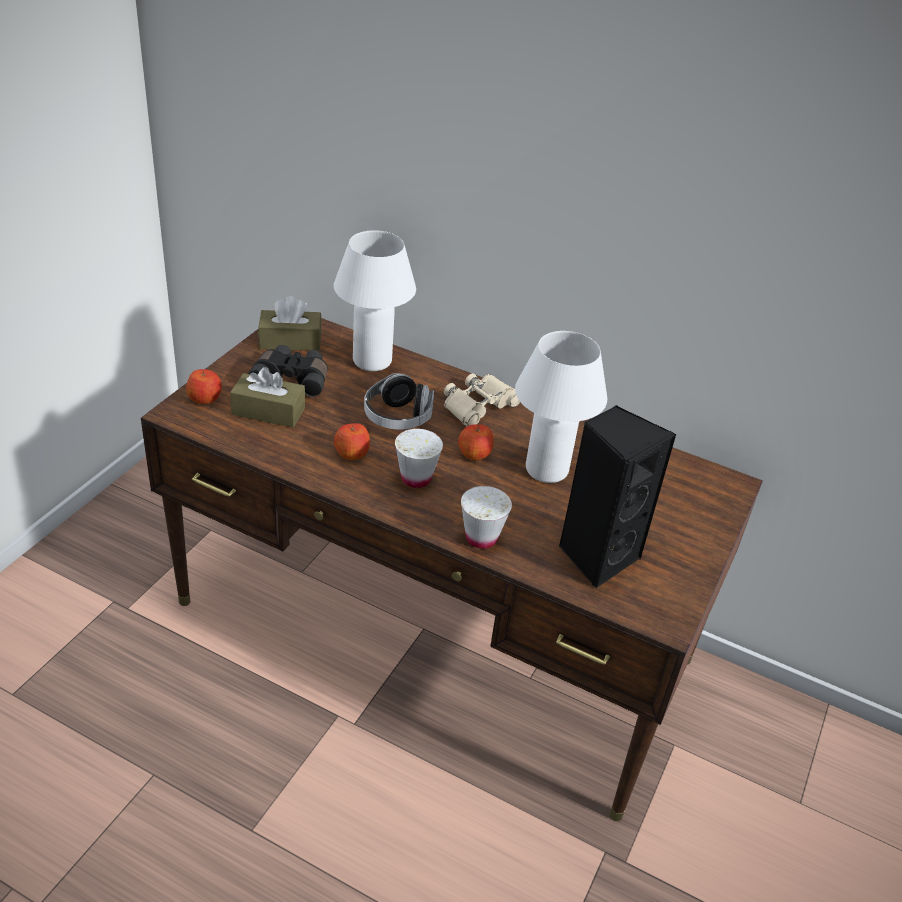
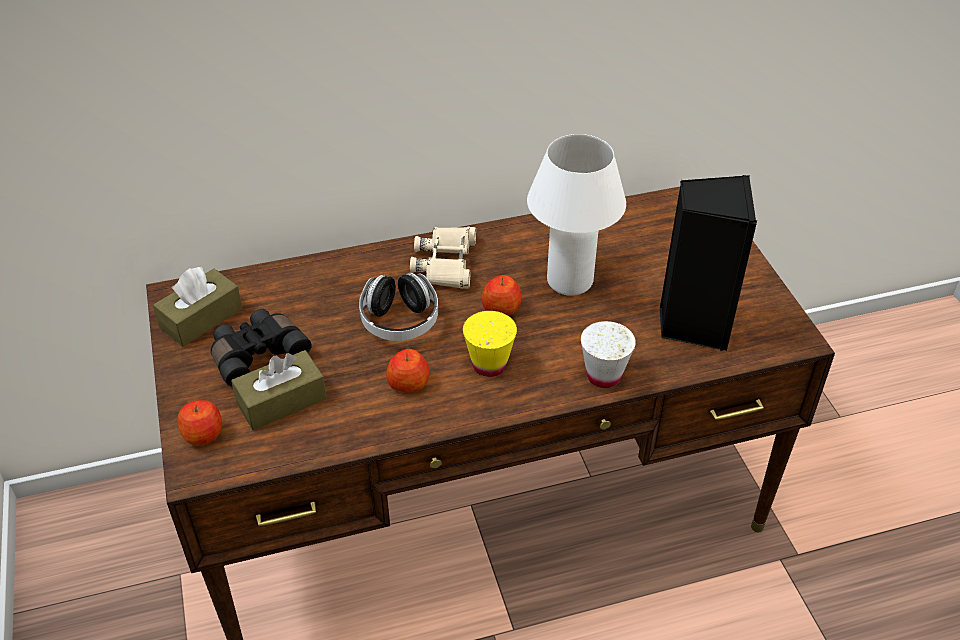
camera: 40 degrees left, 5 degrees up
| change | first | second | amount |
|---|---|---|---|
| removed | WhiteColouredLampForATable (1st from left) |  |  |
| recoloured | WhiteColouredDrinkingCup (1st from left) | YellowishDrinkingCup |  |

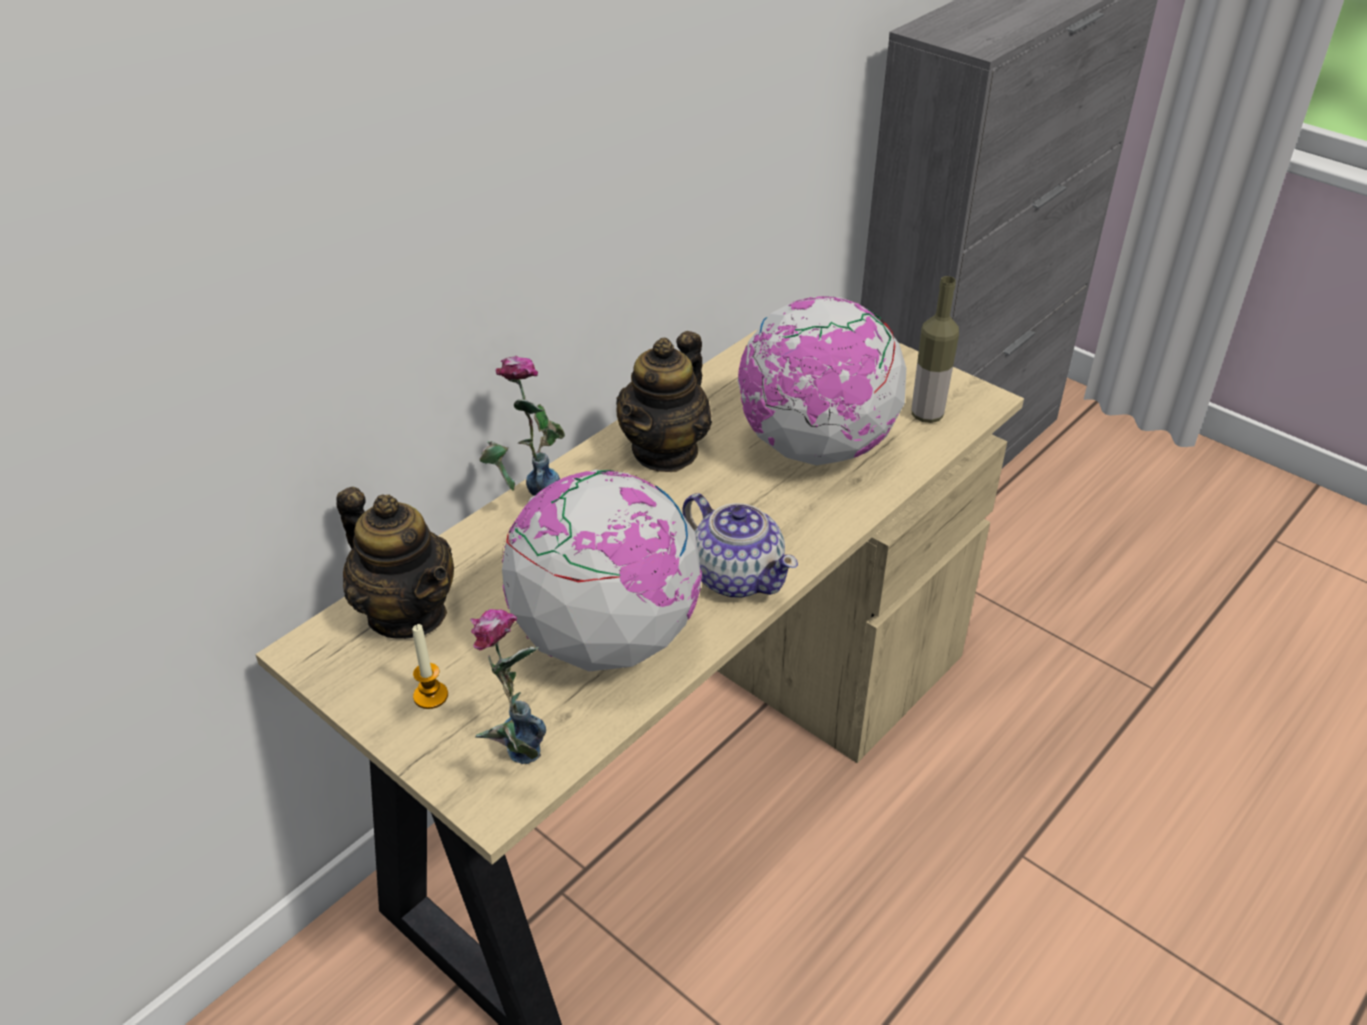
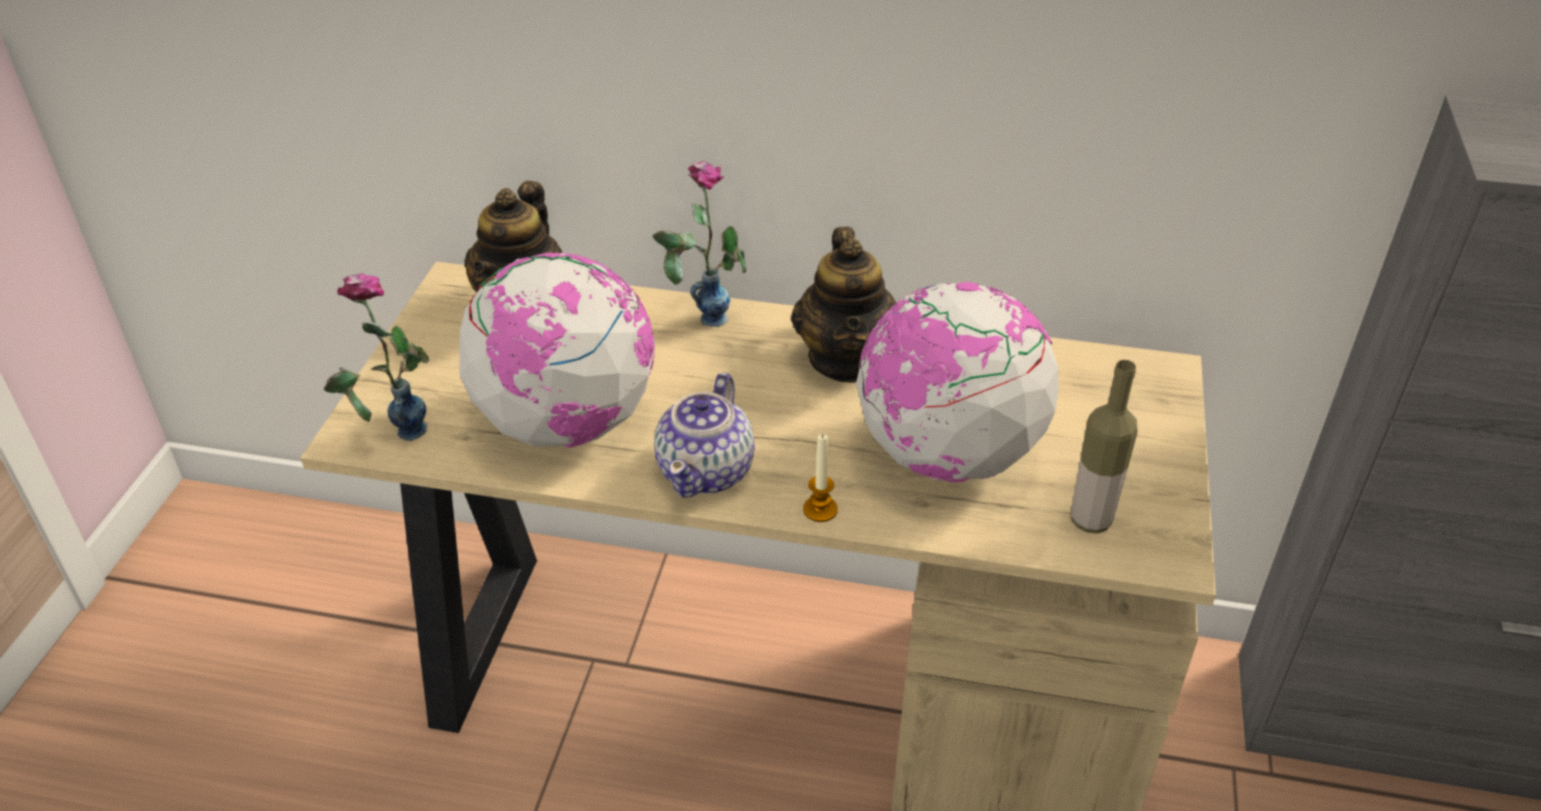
camera: 60 degrees right, 0 degrees up
| change | first | second | amount |
|---|---|---|---|
| moved | WaxCandle |  |  |
| turned | TeaPot (2nd from left in the first image) | TeaPot (3rd from left) | 90 degrees counterclockwise |

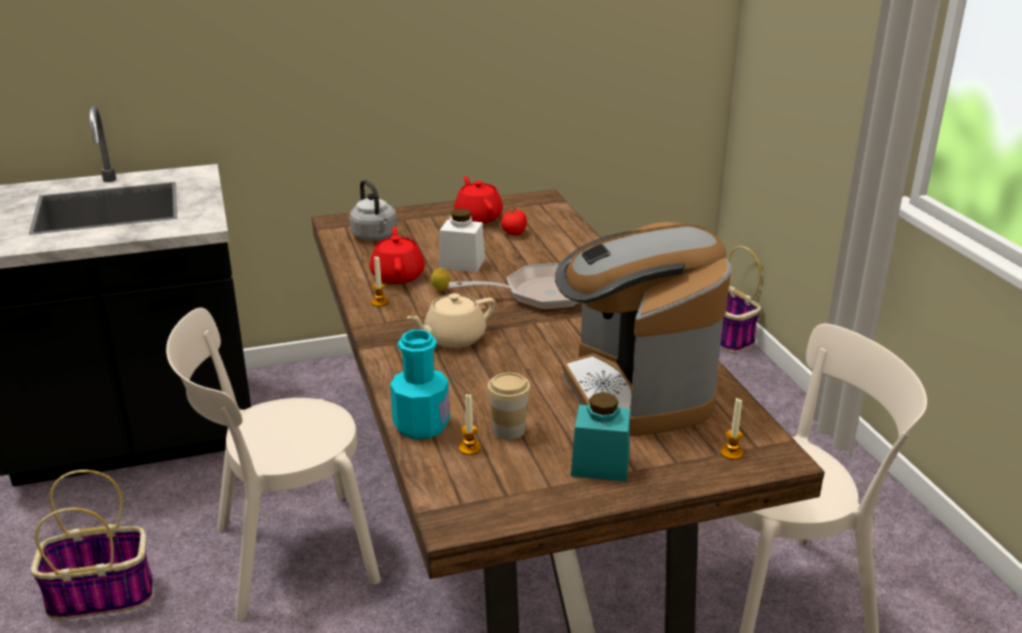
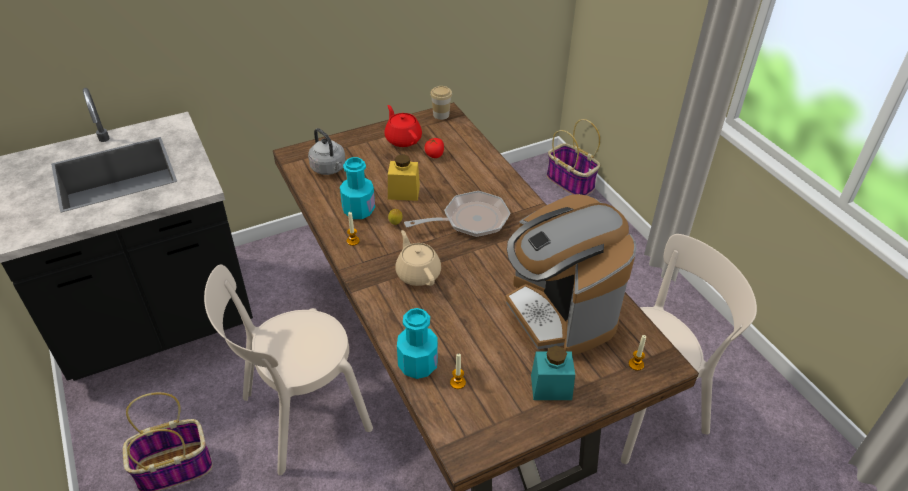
camera: 10 degrees left, 15 degrees up
| change | first | second | amount |
|---|---|---|---|
| replaced | RedTeaPot (1st from left) | TurquoiseDrinkBottle (1st from left) |  |
| turned | BeigeTeaPot |  | 105 degrees clockwise |
| recoloured | WhiteColouredStorageJar | YellowishStorageJar |  |
| moved | DrinkingCup |  |  |

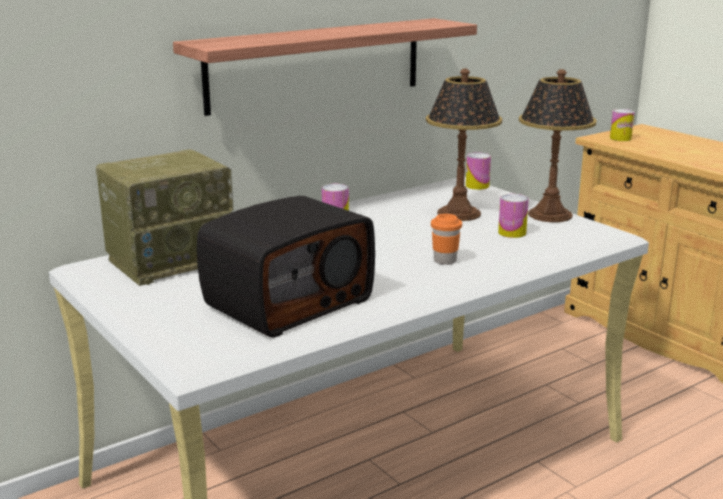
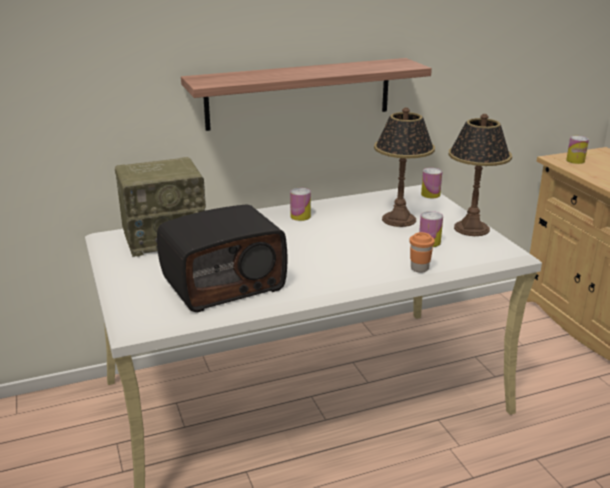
camera: 15 degrees right, 5 degrees up
| change | first | second | amount |
|---|---|---|---|
| moved | OrangeyDrinkingCup |  |  |

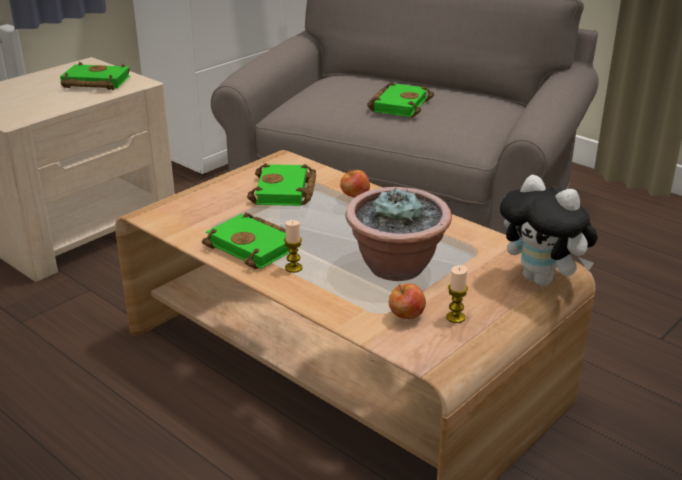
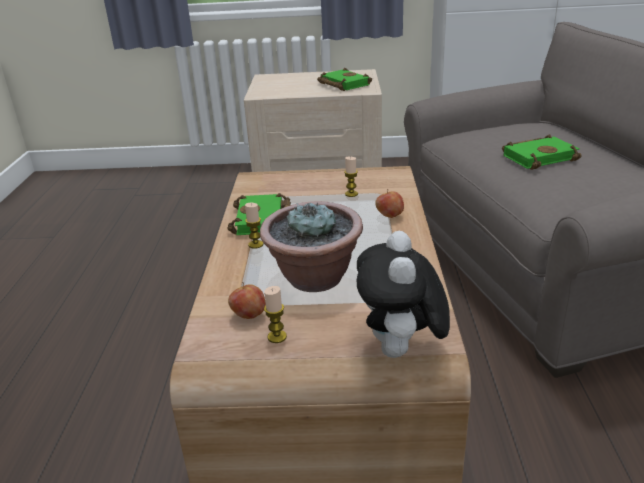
camera: 50 degrees right, 0 degrees up
| change | first | second | amount |
|---|---|---|---|
| replaced | GreenBoundBook (3rd from left) | WaxCandle (3rd from left) |  |

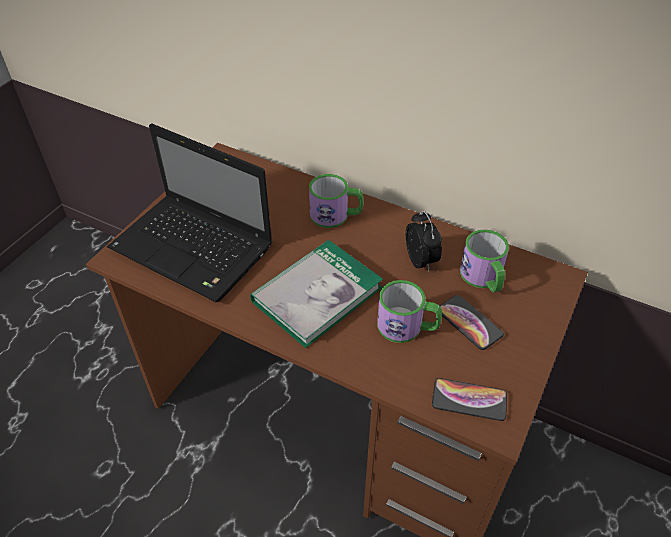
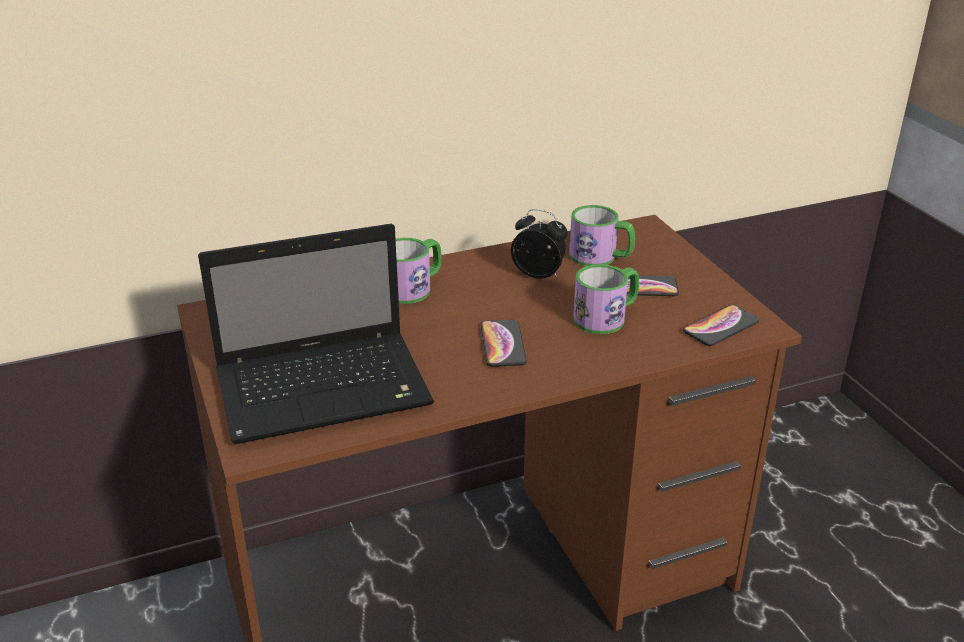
camera: 50 degrees left, 15 degrees down
| change | first | second | amount |
|---|---|---|---|
| replaced | BoundBook | Telephone (1st from left) |  |

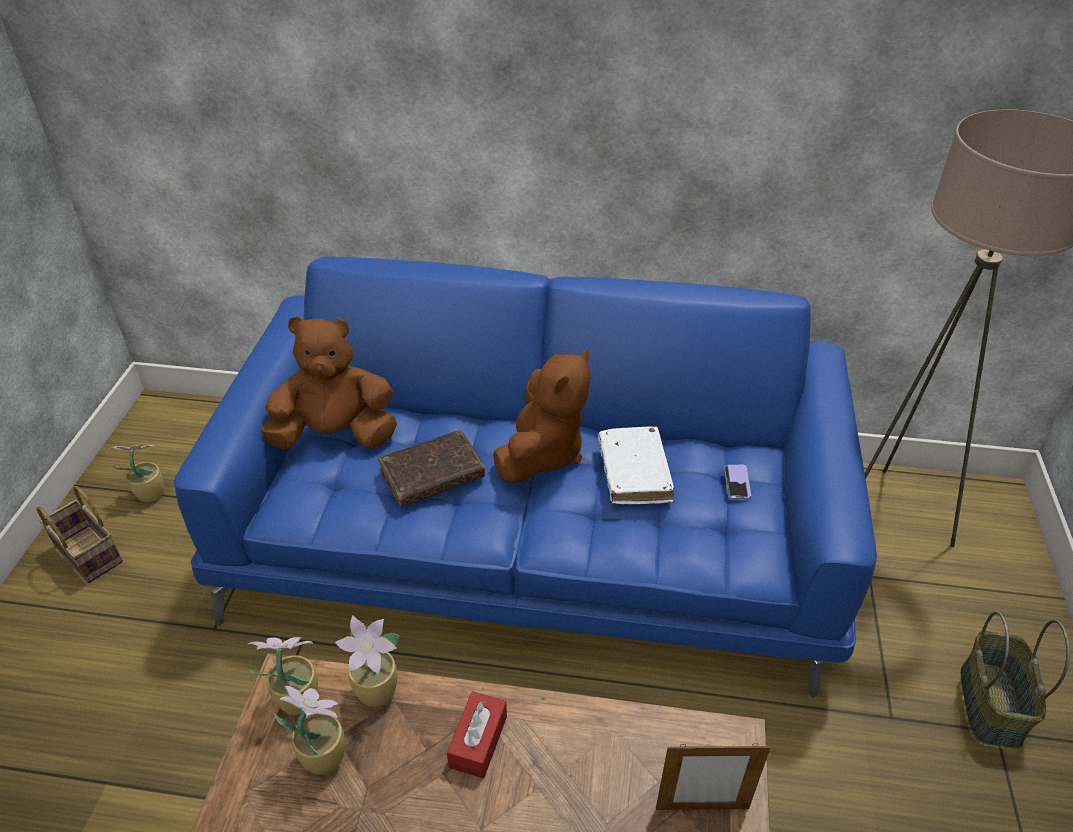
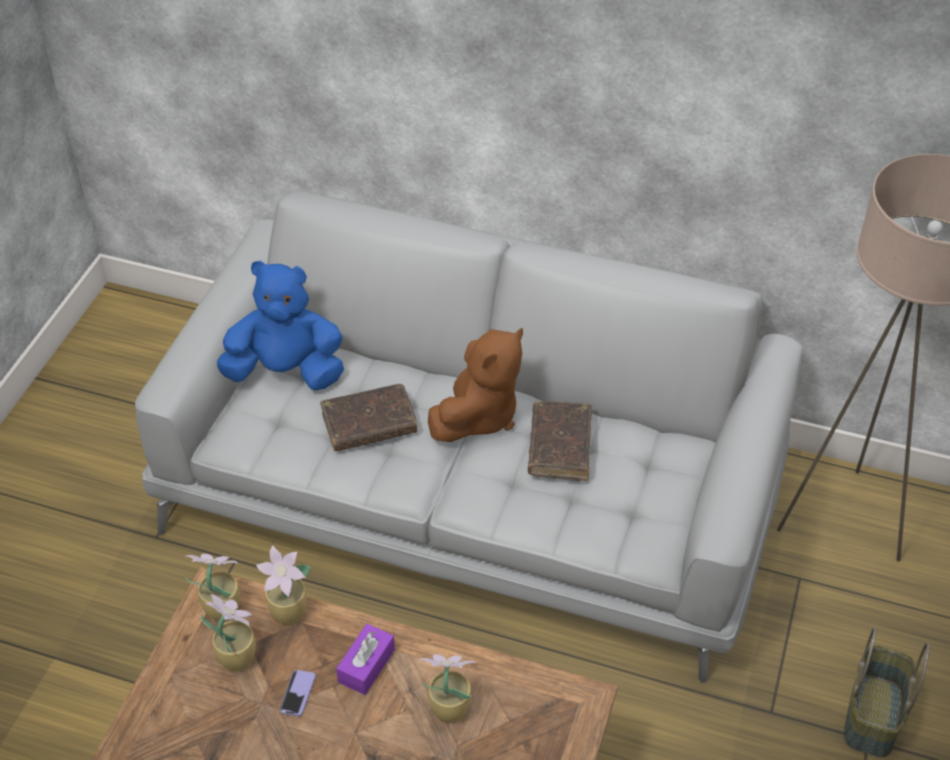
camera: 10 degrees right, 5 degrees up
| change | first | second | amount |
|---|---|---|---|
| removed | Basket (1st from left) |  |  |
| moved | PlantInAPot (1st from left in the first image) | PlantInAPot (4th from left) |  |
| recoloured | BlueSofa | GraySofa |  |
| recoloured | BrownSoftToy (1st from left) | BlueSoftToy |  |
| recoloured | RedTissueBox | PurplishTissueBox |  |
| recoloured | WhiteColouredBoundBook | BrownBoundBook (2nd from left) |  |
| removed | PhotoFrame |  |  |
| moved | Telephone |  |  |

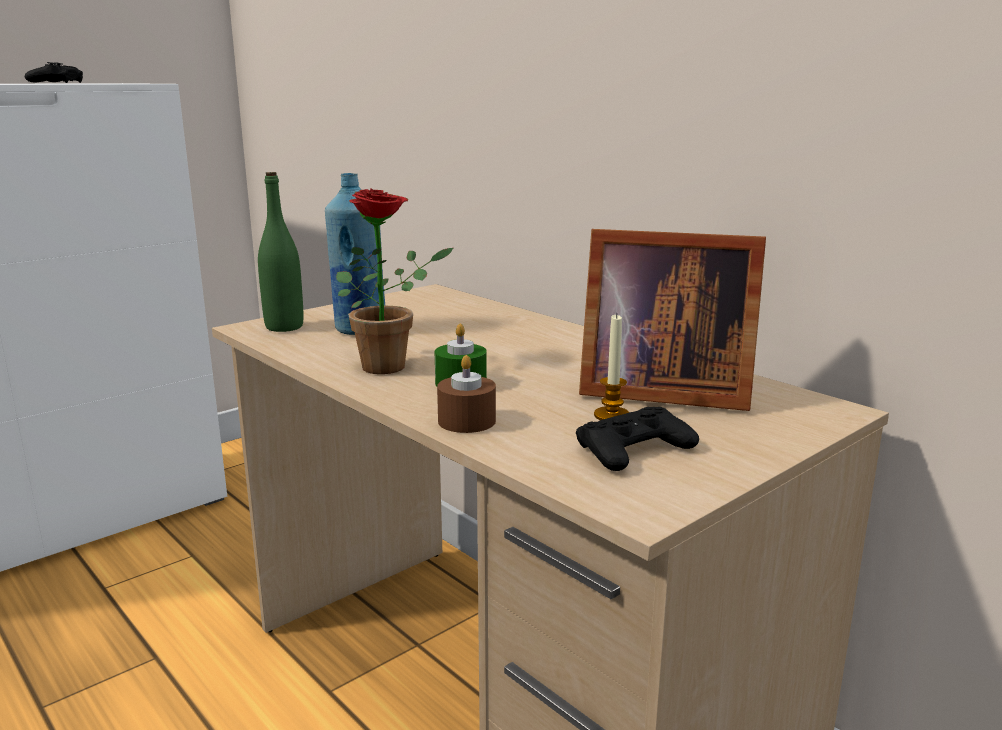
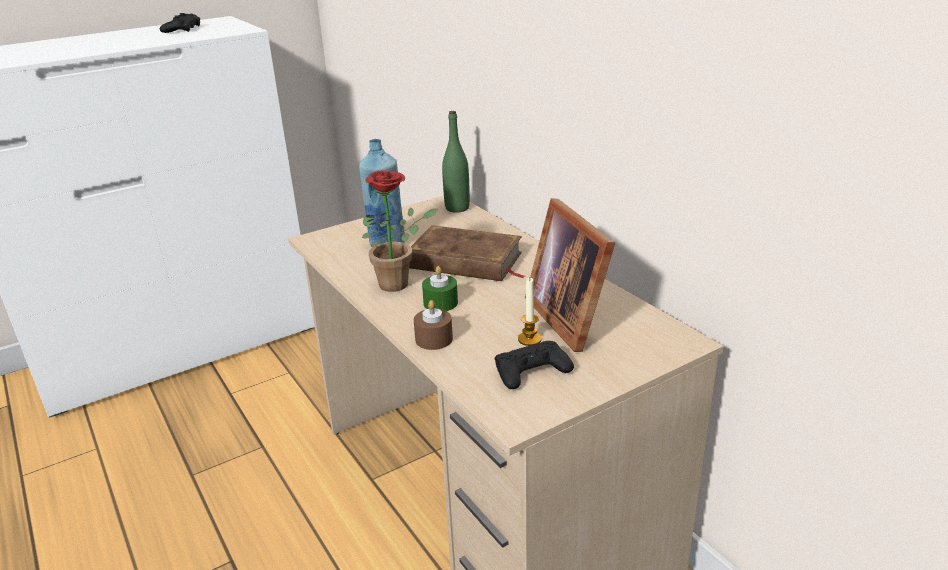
camera: 10 degrees right, 10 degrees up
| change | first | second | amount |
|---|---|---|---|
| moved | GreenDrinkBottle |  |  |
| turned | PhotoFrame |  | 45 degrees clockwise |
| added |  | BrownBoundBook |  |

